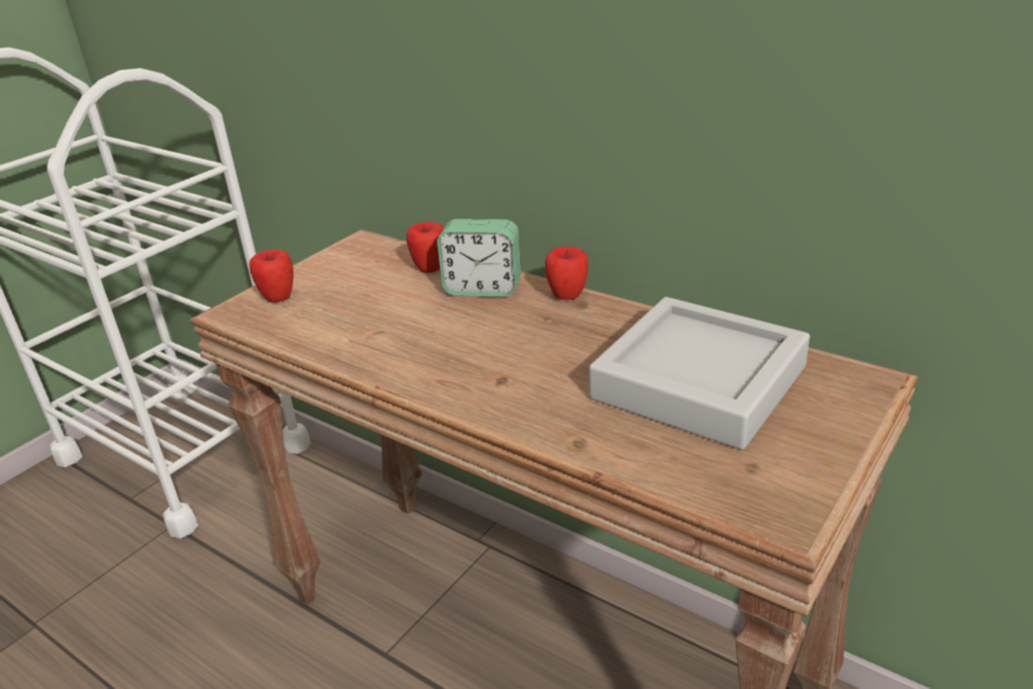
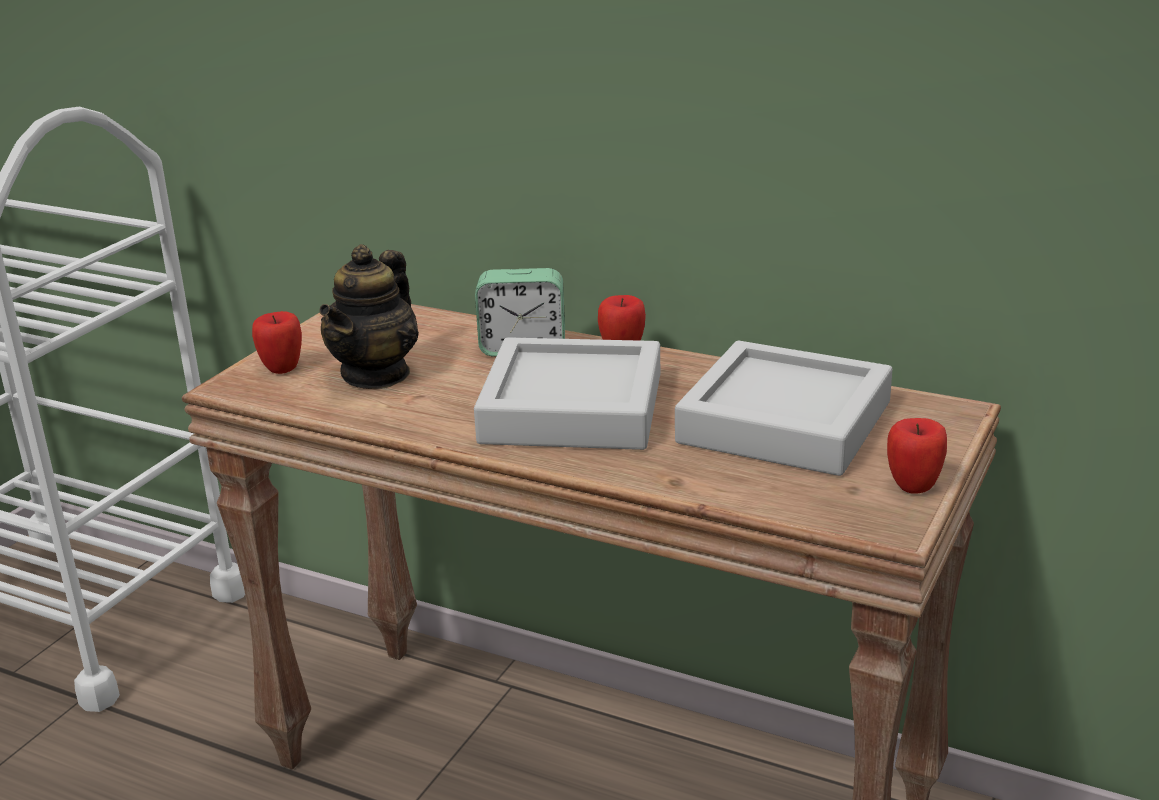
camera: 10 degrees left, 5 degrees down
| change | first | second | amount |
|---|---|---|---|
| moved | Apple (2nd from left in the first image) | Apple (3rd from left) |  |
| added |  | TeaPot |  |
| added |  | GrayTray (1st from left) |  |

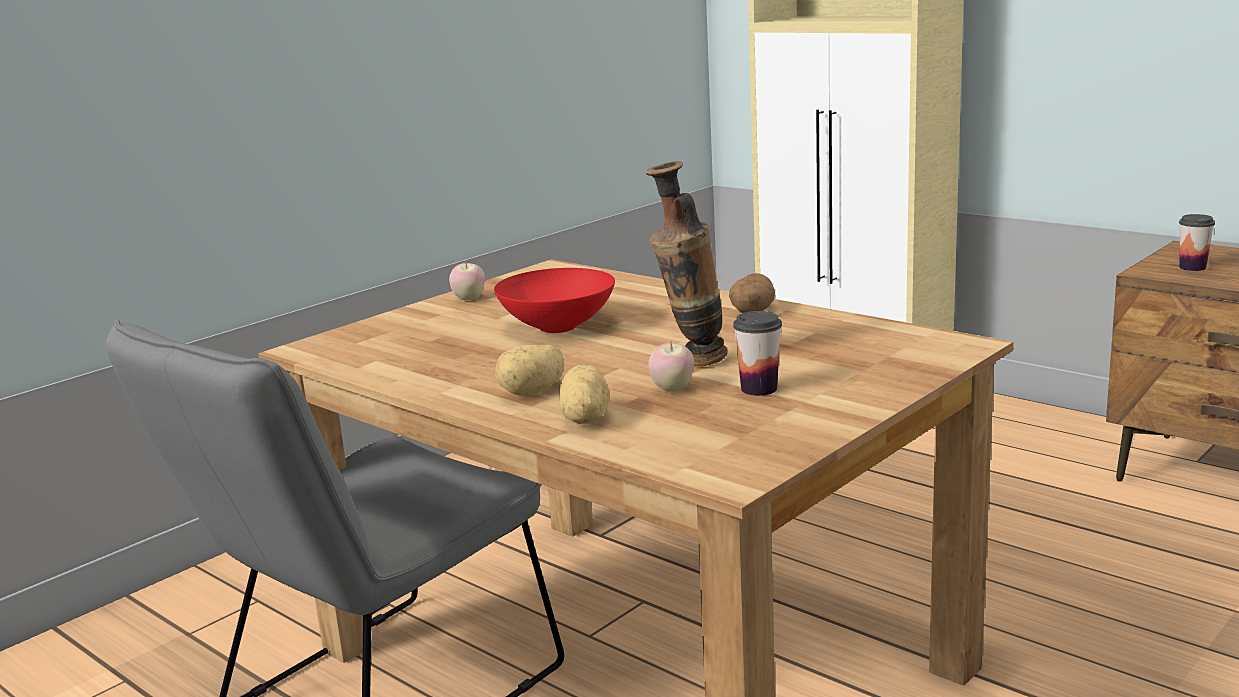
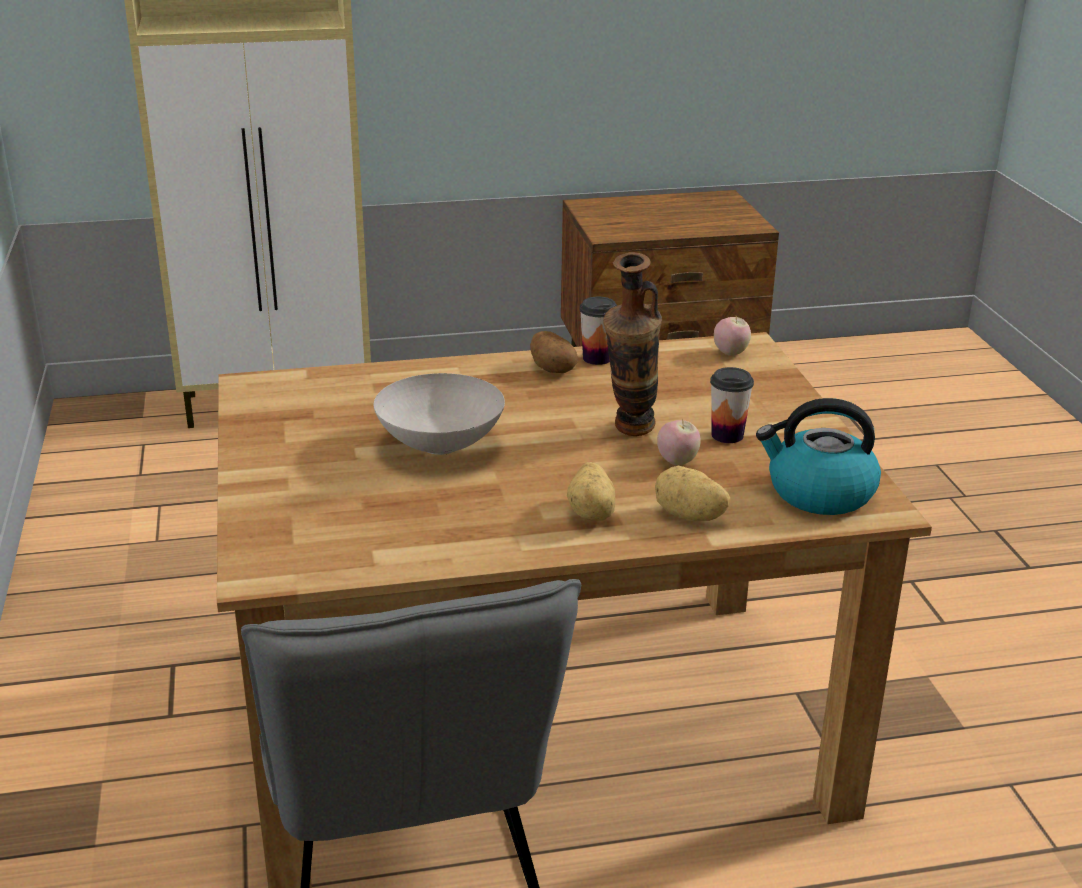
camera: 55 degrees left, 10 degrees up
| change | first | second | amount |
|---|---|---|---|
| moved | Apple (1st from left in the first image) | Apple (2nd from left) |  |
| recoloured | RedDeepDish | WhiteColouredDeepDish |  |
| moved | DrinkingCup (2nd from left in the first image) | DrinkingCup (1st from left) |  |
| added |  | TeaKettle |  |

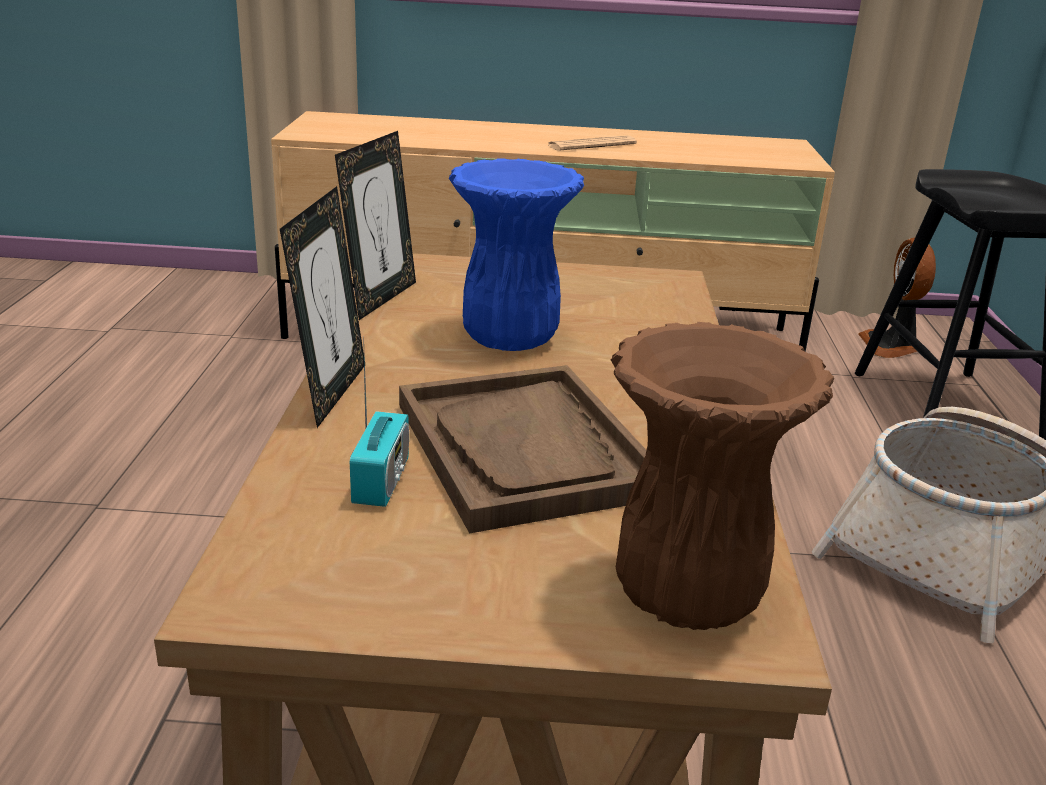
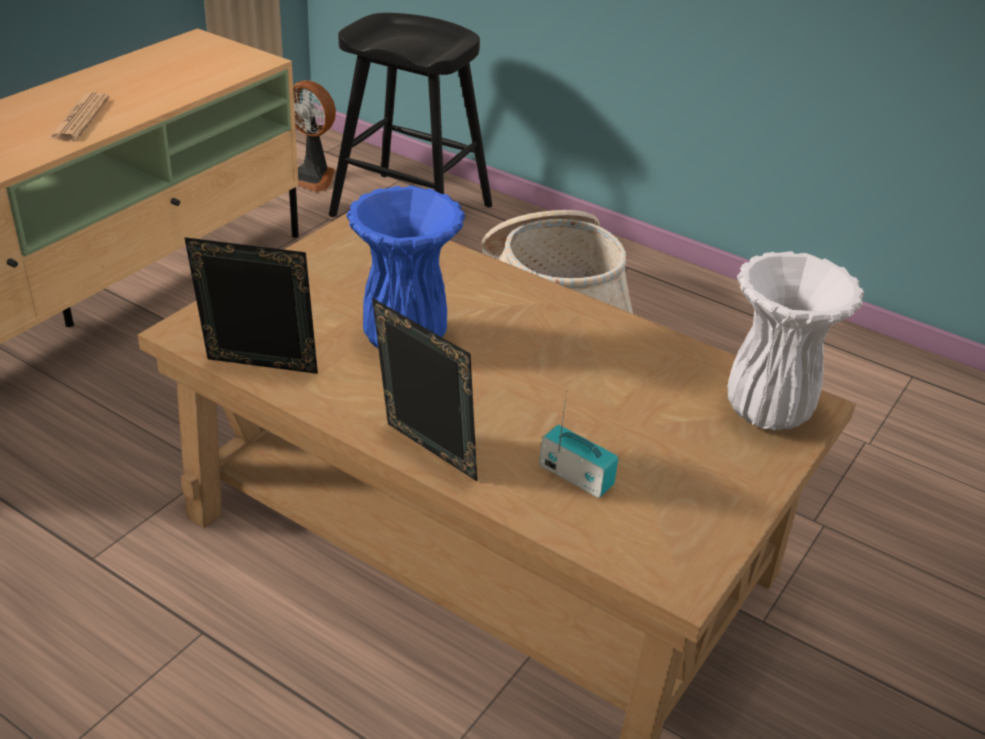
camera: 60 degrees left, 10 degrees up
| change | first | second | amount |
|---|---|---|---|
| turned | PhotoFrame (2nd from left in the first image) | PhotoFrame (1st from left) | 45 degrees counterclockwise |
| removed | BrownTray |  |  |
| recoloured | BrownFlowerVase | WhiteColouredFlowerVase |  |

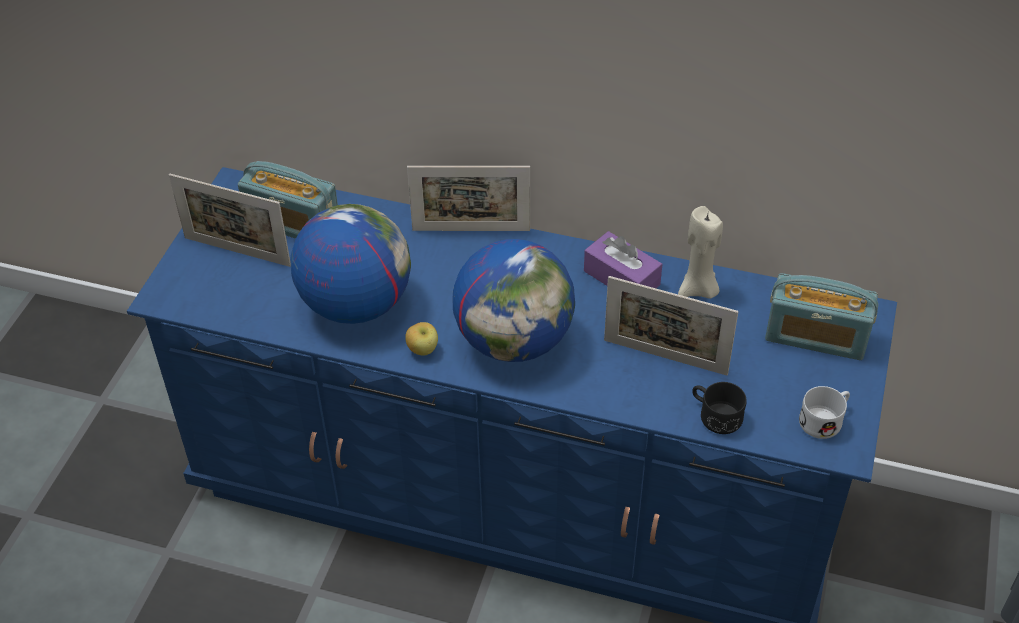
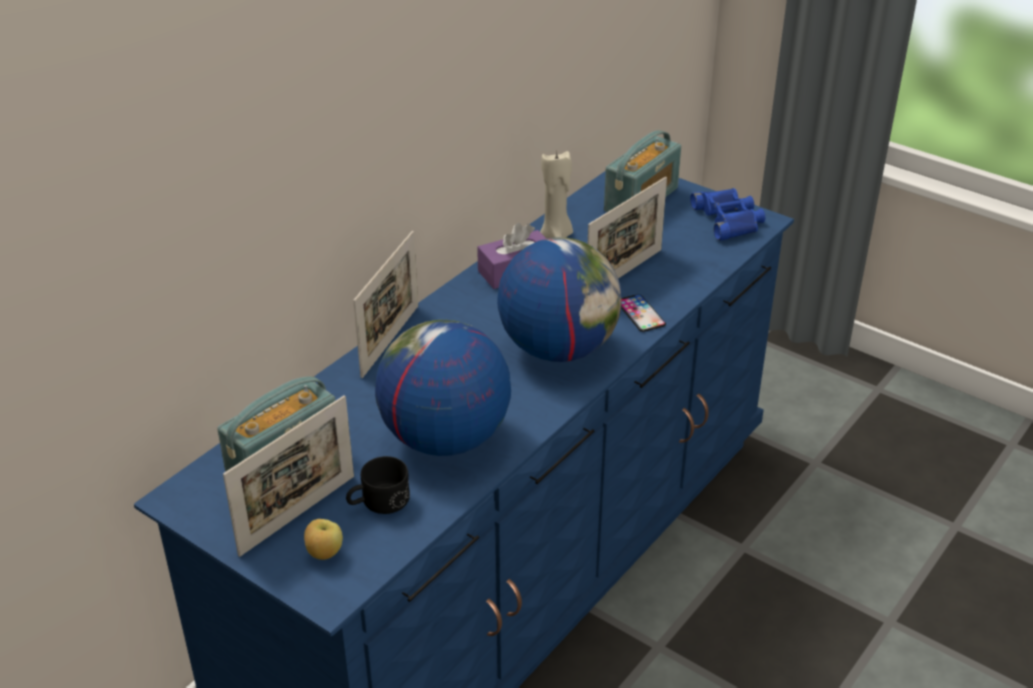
camera: 70 degrees left, 10 degrees down
| change | first | second | amount |
|---|---|---|---|
| moved | Apple |  |  |
| moved | BlackColouredTeaMug |  |  |
| replaced | WhiteColouredTeaMug | BlueFieldGlasses |  |
| added |  | Telephone |  |

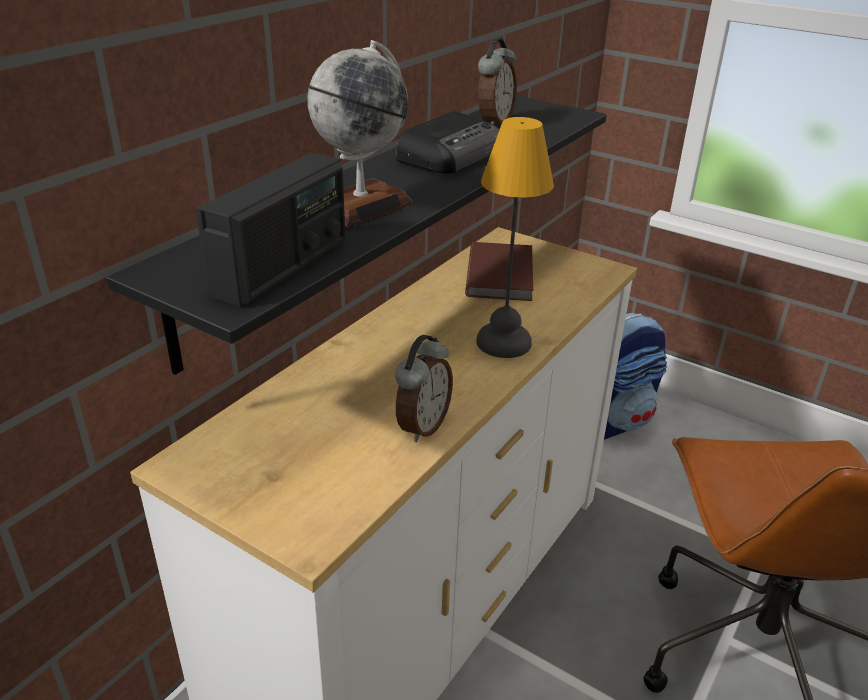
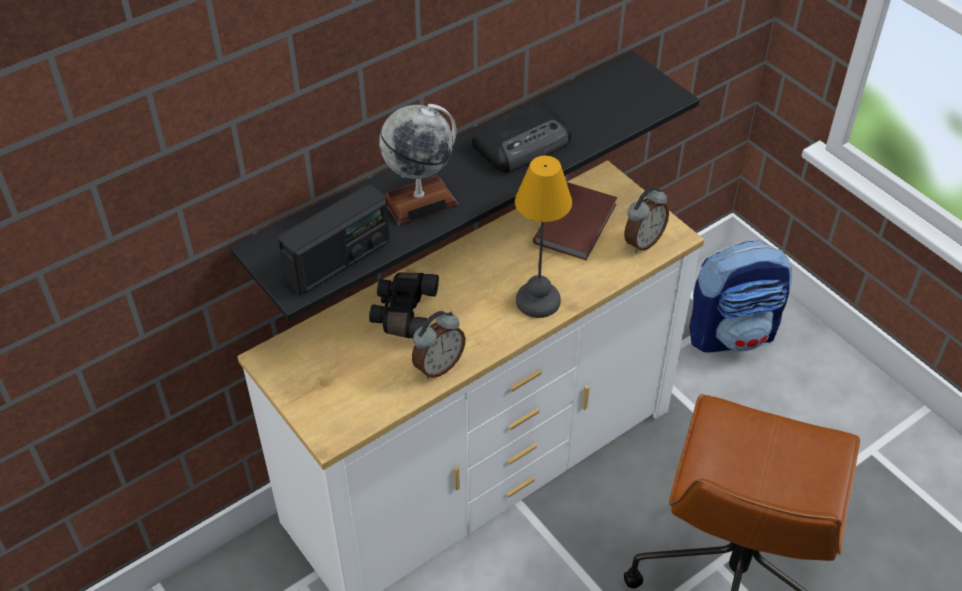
camera: 20 degrees right, 15 degrees up
| change | first | second | amount |
|---|---|---|---|
| moved | AlarmClock (2nd from left) |  |  |
| added |  | BlackColouredFieldGlasses |  |

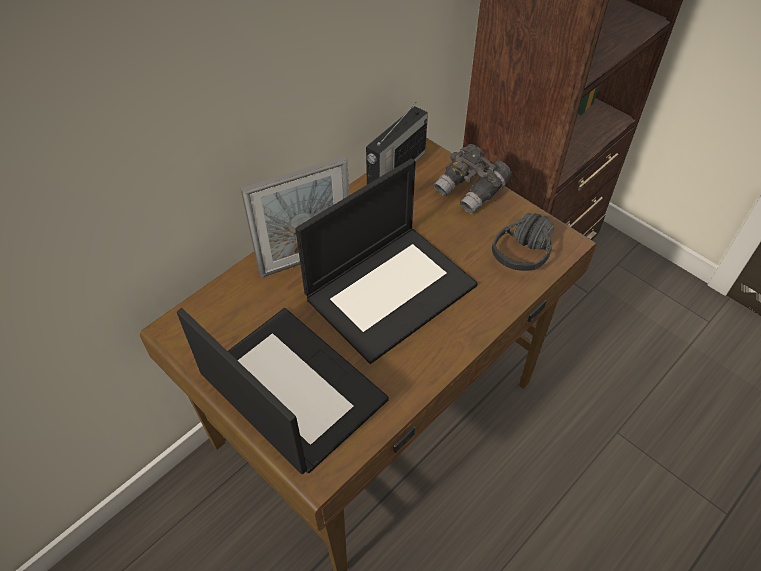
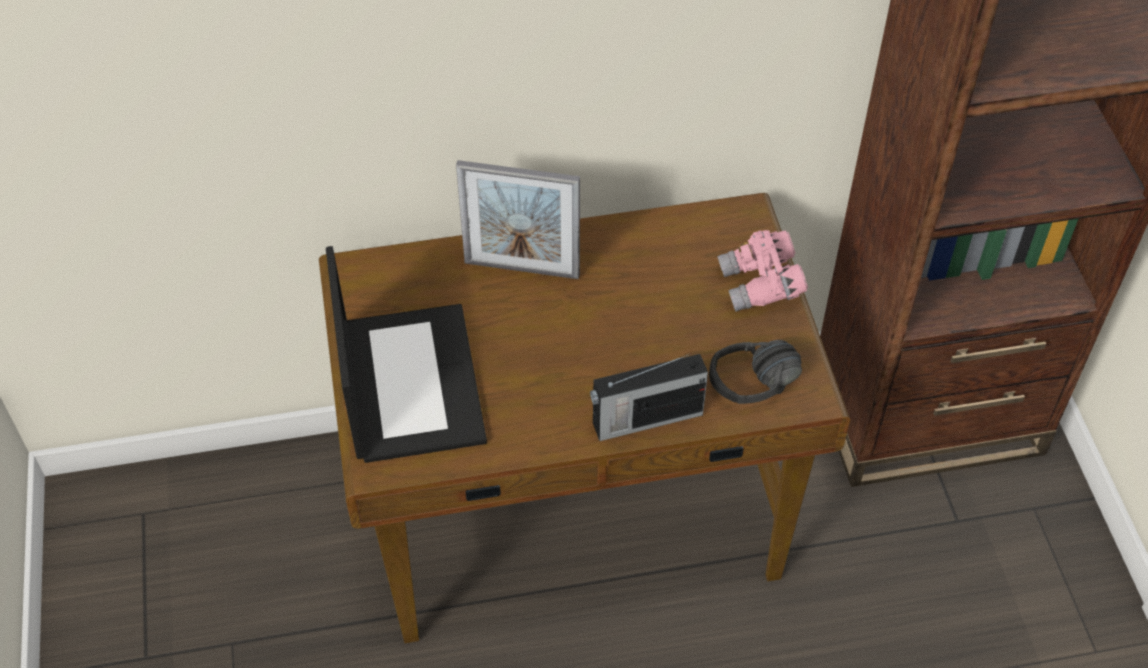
camera: 35 degrees right, 0 degrees up
| change | first | second | amount |
|---|---|---|---|
| removed | NotebookComputer (2nd from left) |  |  |
| moved | RadioSet |  |  |
| recoloured | GrayFieldGlasses | PinkColouredFieldGlasses |  |

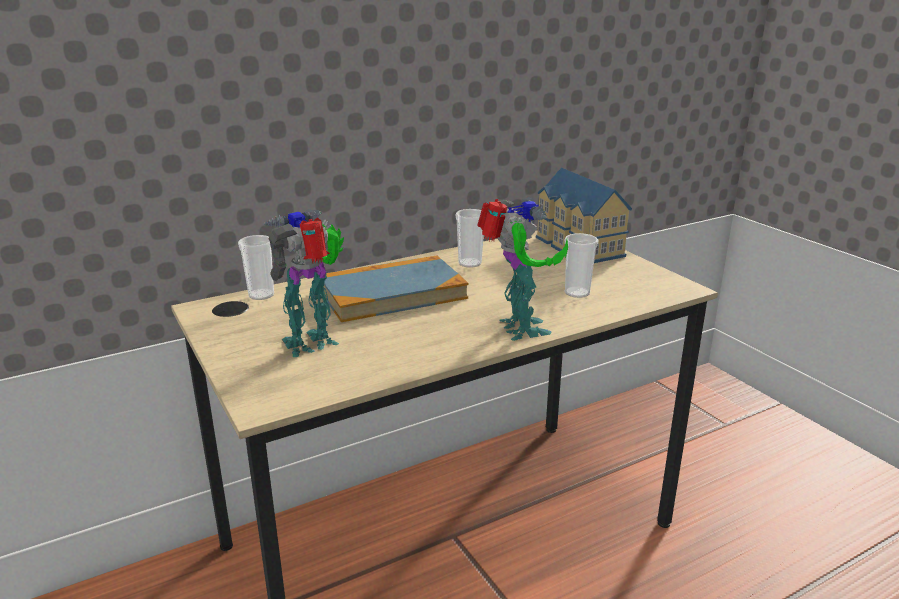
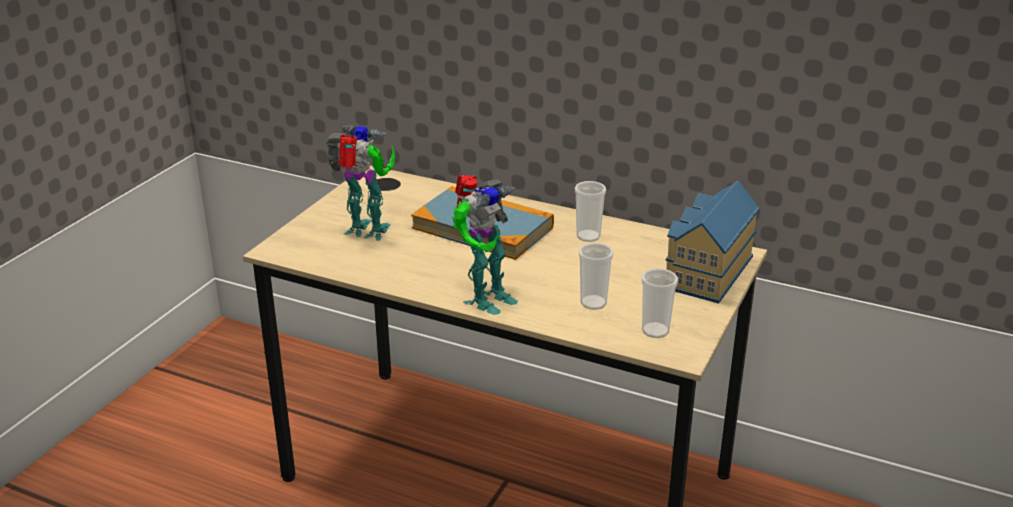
camera: 55 degrees right, 5 degrees up
| change | first | second | amount |
|---|---|---|---|
| moved | DrinkingCup (1st from left in the first image) | DrinkingCup (3rd from left) |  |

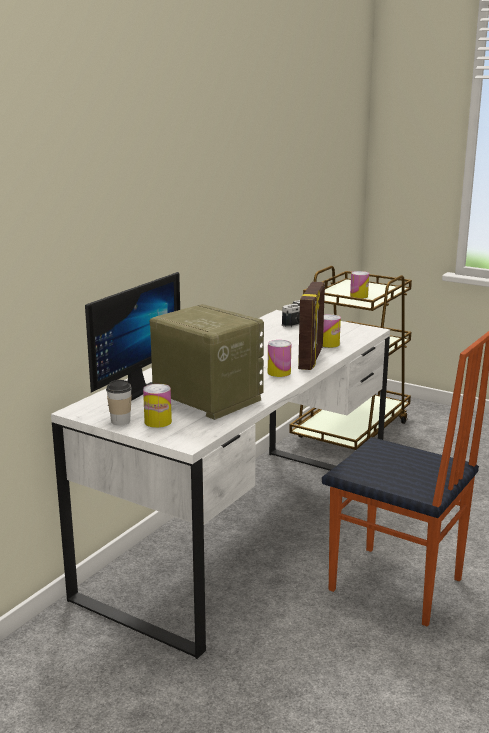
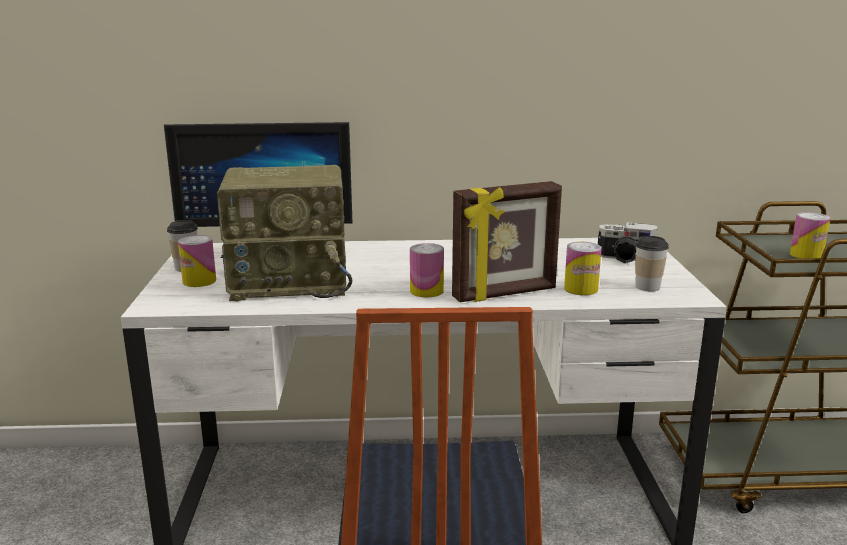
camera: 55 degrees right, 0 degrees up
| change | first | second | amount |
|---|---|---|---|
| turned | RadioSet |  | 75 degrees clockwise |
| added |  | DrinkingCup (2nd from left) |  |

